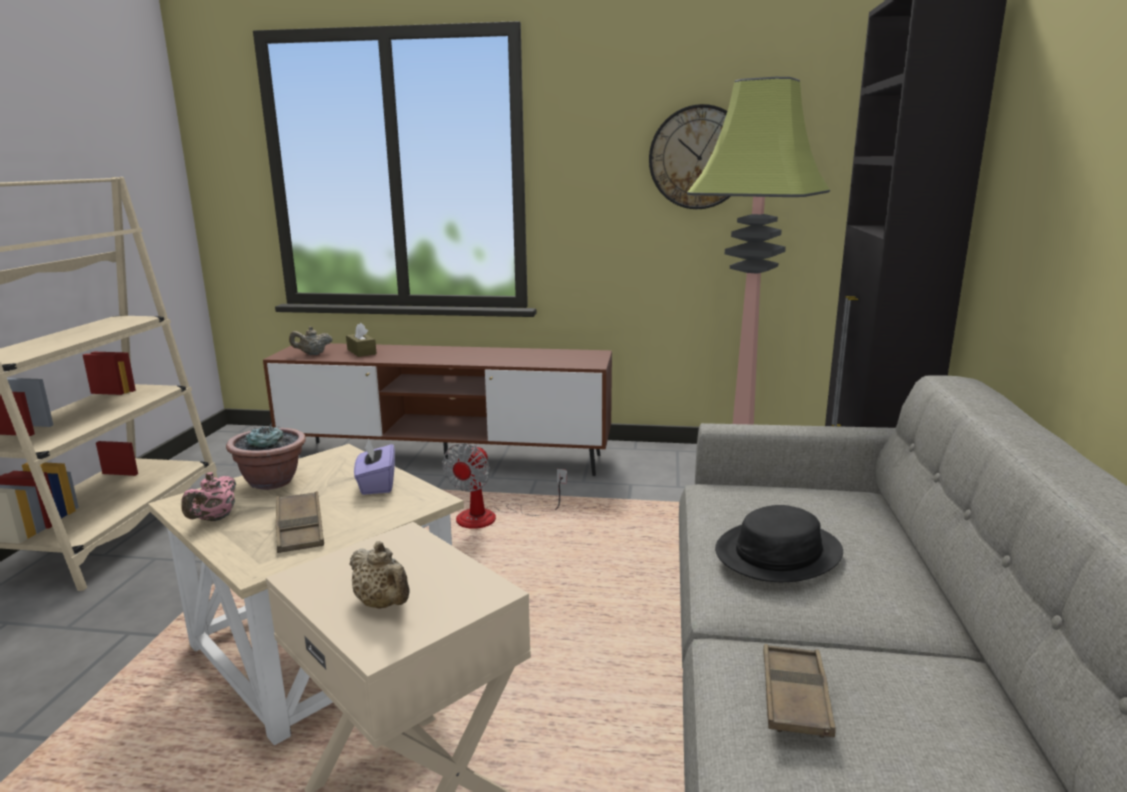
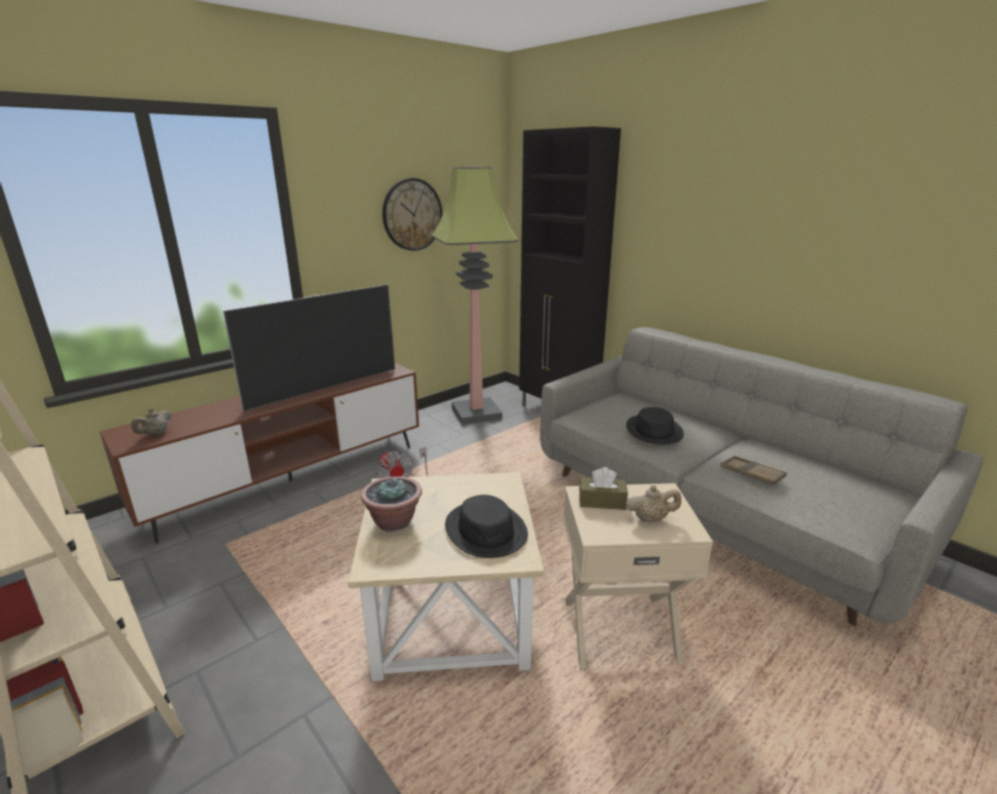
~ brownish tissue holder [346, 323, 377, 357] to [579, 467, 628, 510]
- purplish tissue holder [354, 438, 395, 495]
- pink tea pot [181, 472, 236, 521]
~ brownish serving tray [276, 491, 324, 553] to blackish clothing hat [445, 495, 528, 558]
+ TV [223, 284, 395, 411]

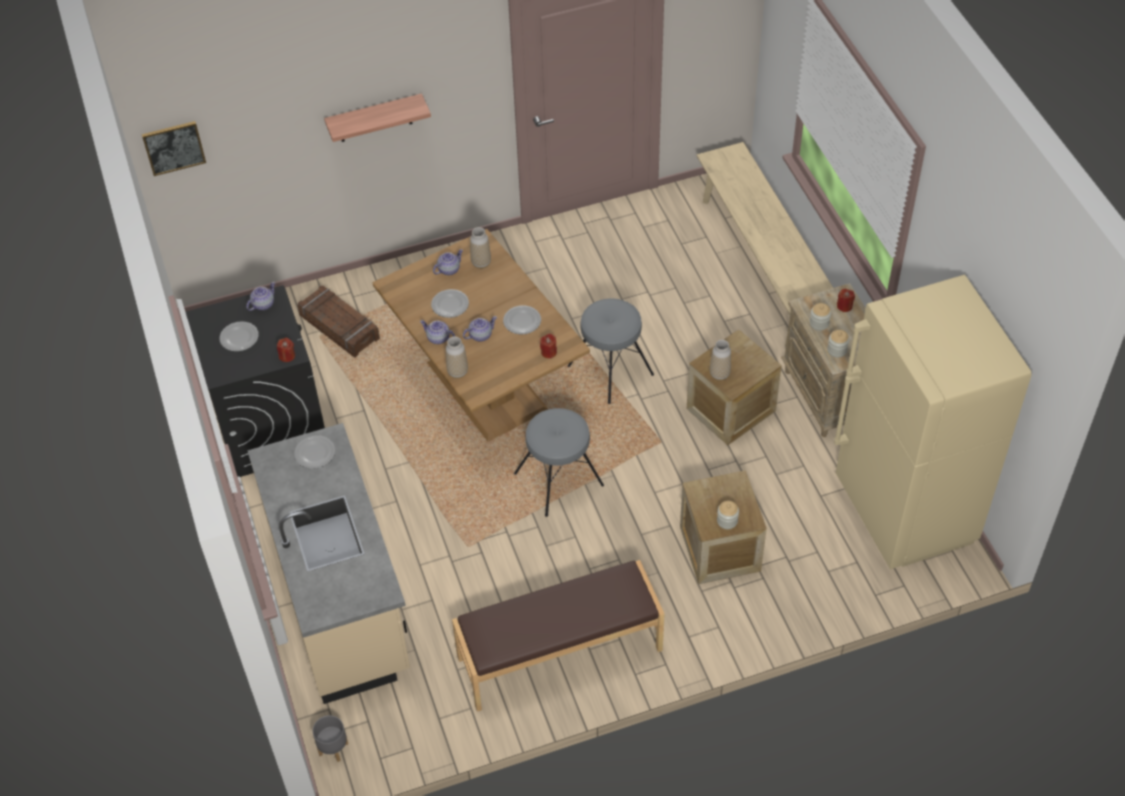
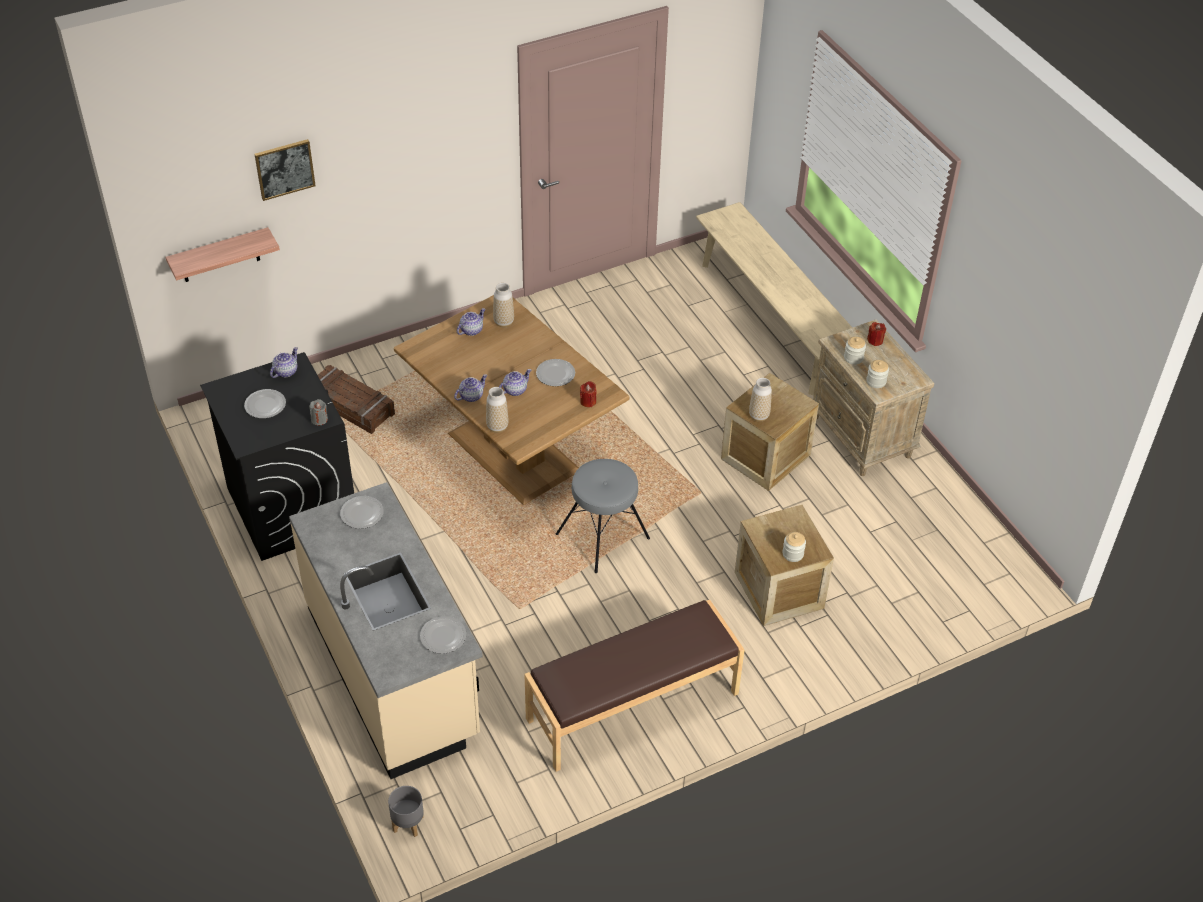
~ shelf [324, 94, 431, 142] to [165, 227, 280, 282]
~ picture [142, 121, 206, 176] to [254, 139, 316, 201]
- beige-coloured kitchen fridge [834, 275, 1032, 569]
~ plate [431, 289, 469, 318] to [420, 616, 466, 654]
- grey stool seat [568, 298, 654, 404]
~ tea pot [420, 320, 455, 344] = [454, 374, 487, 402] 120 degrees clockwise
~ red-coloured wax candle [277, 338, 295, 362] to grey wax candle [309, 399, 328, 425]

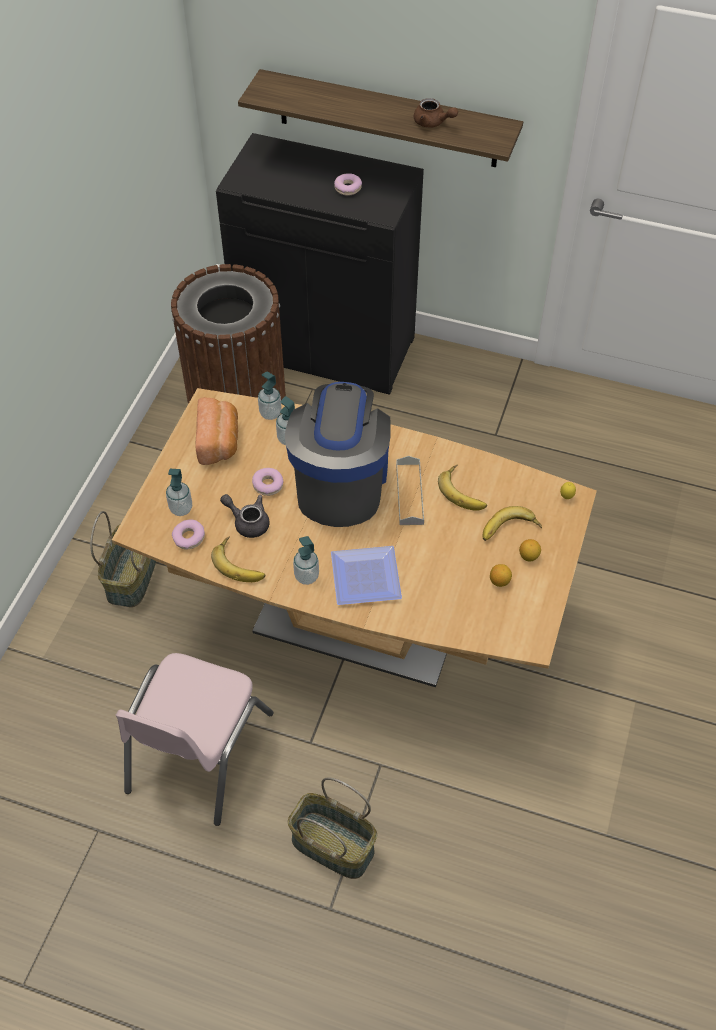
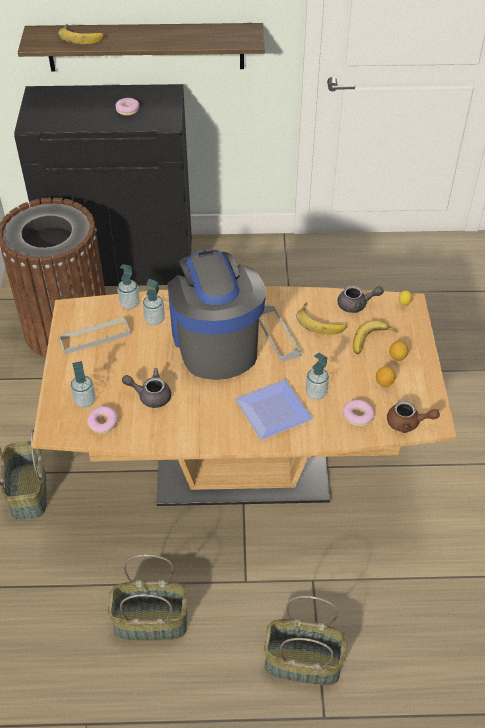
~ brownish tea pot [414, 98, 458, 128] to [387, 401, 440, 433]
~ bread [195, 397, 238, 465] to grey serving tray [58, 316, 130, 354]
~ donut [252, 468, 283, 496] to [343, 400, 374, 426]
~ whole banana [211, 536, 266, 582] to [58, 24, 104, 44]
~ soap bottle [293, 536, 319, 585] to [306, 353, 329, 400]
~ pink chair [116, 653, 274, 826] to storage basket [108, 554, 187, 640]
+ grey tea pot [337, 285, 384, 313]

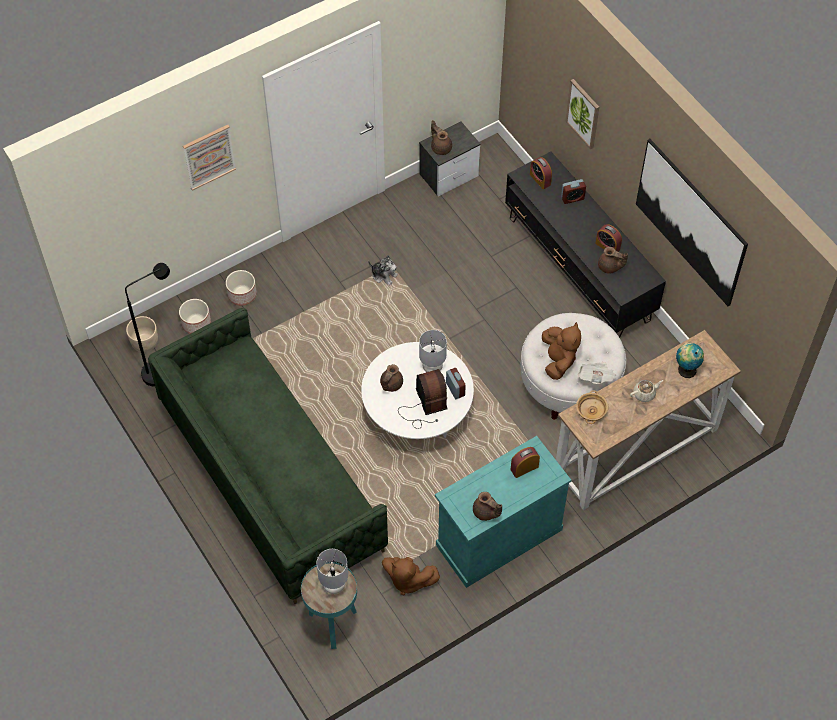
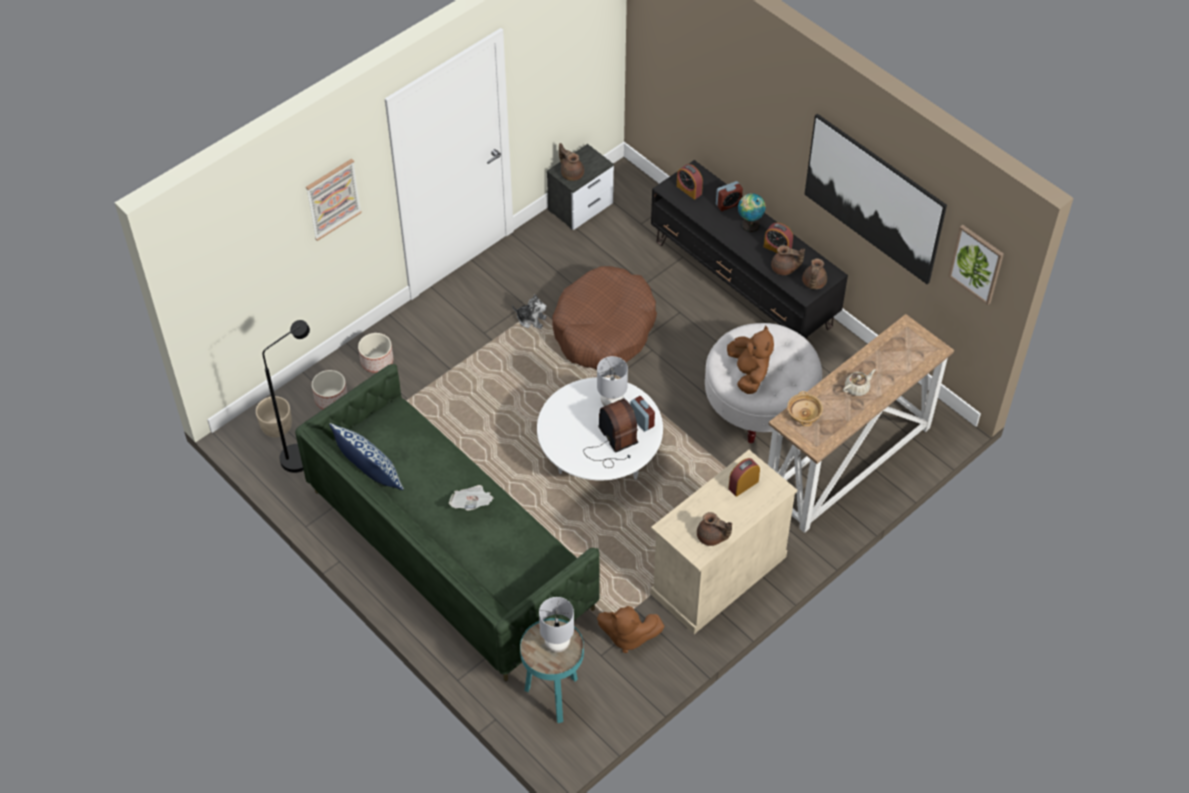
~ picture [565, 79, 599, 149] to [948, 225, 1004, 305]
~ globe [676, 343, 704, 378] to [738, 193, 765, 232]
~ printed paper [578, 362, 616, 384] to [449, 485, 494, 511]
~ brownish tea pot [380, 364, 403, 392] to [802, 258, 827, 289]
~ turquoise storage cabinet [435, 436, 571, 588] to beige-coloured storage cabinet [651, 450, 797, 634]
+ brownish dog cushion [552, 266, 657, 370]
+ throw pillow [329, 423, 404, 490]

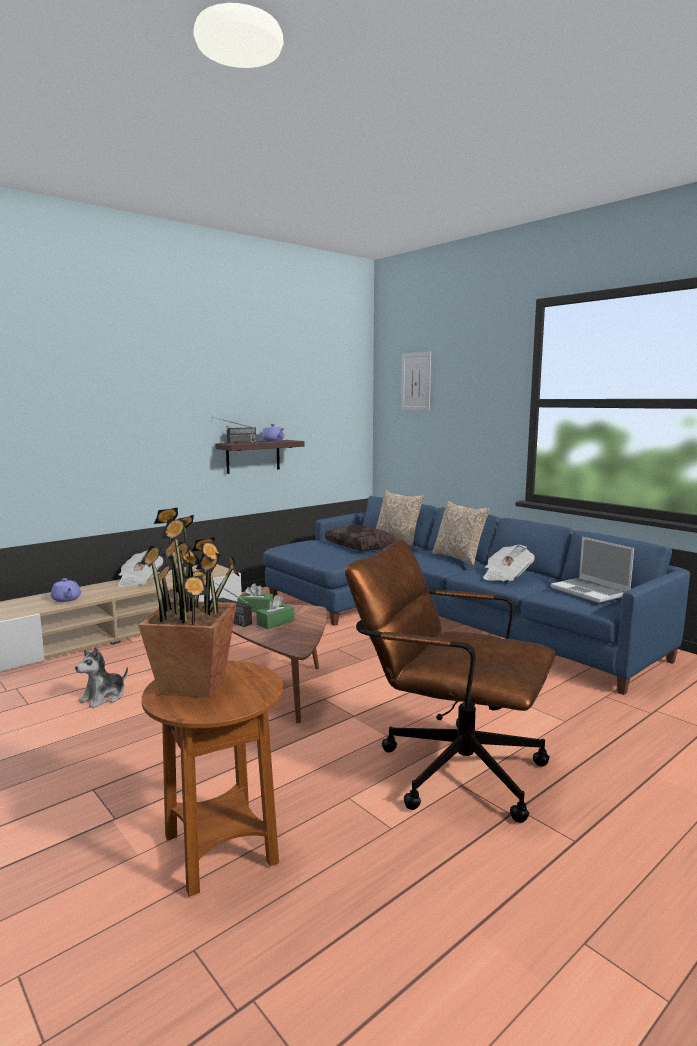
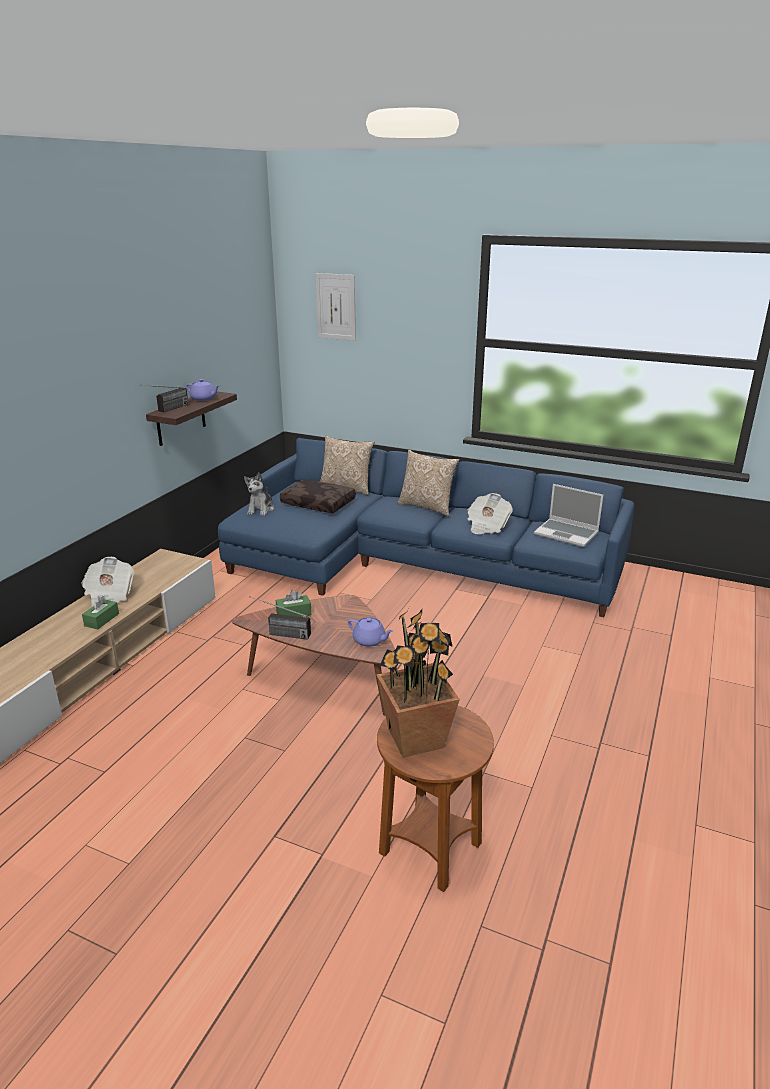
- brownish computer chair [345, 539, 556, 823]
~ purplish tea pot [51, 578, 81, 602] to [348, 617, 393, 647]
~ greenish tissue holder [256, 595, 294, 629] to [82, 596, 119, 629]
~ plush toy [75, 647, 128, 708] to [244, 472, 274, 516]

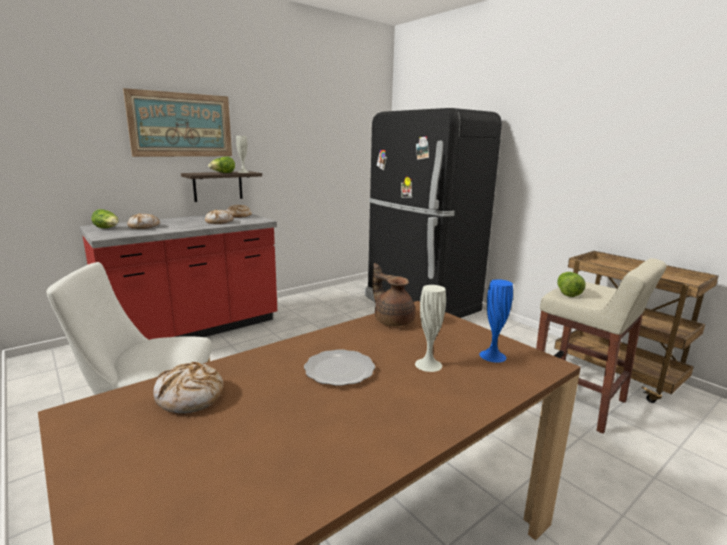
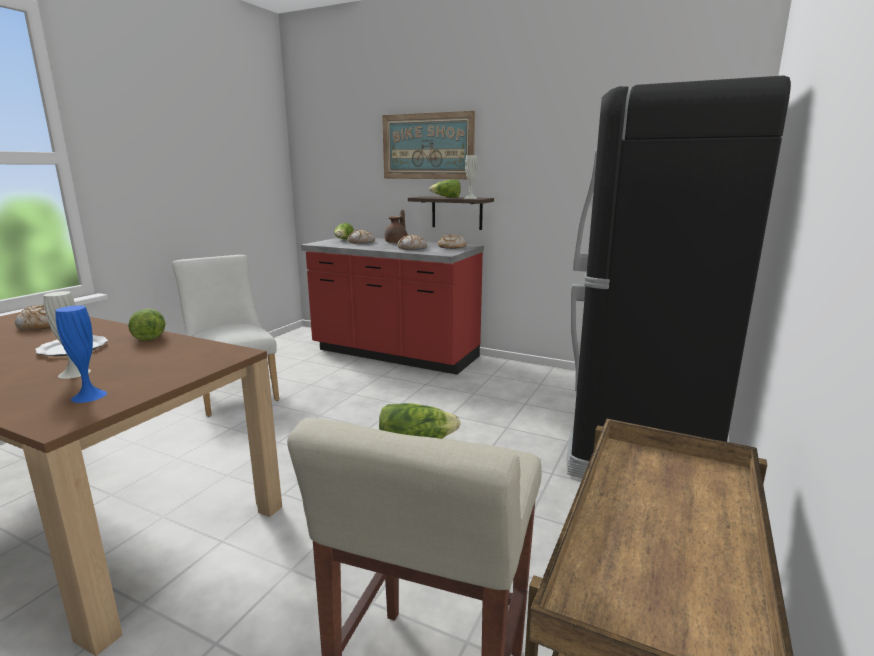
~ brownish tea pot [372, 263, 415, 326] to [385, 209, 408, 243]
+ lettuce head [128, 309, 165, 341]

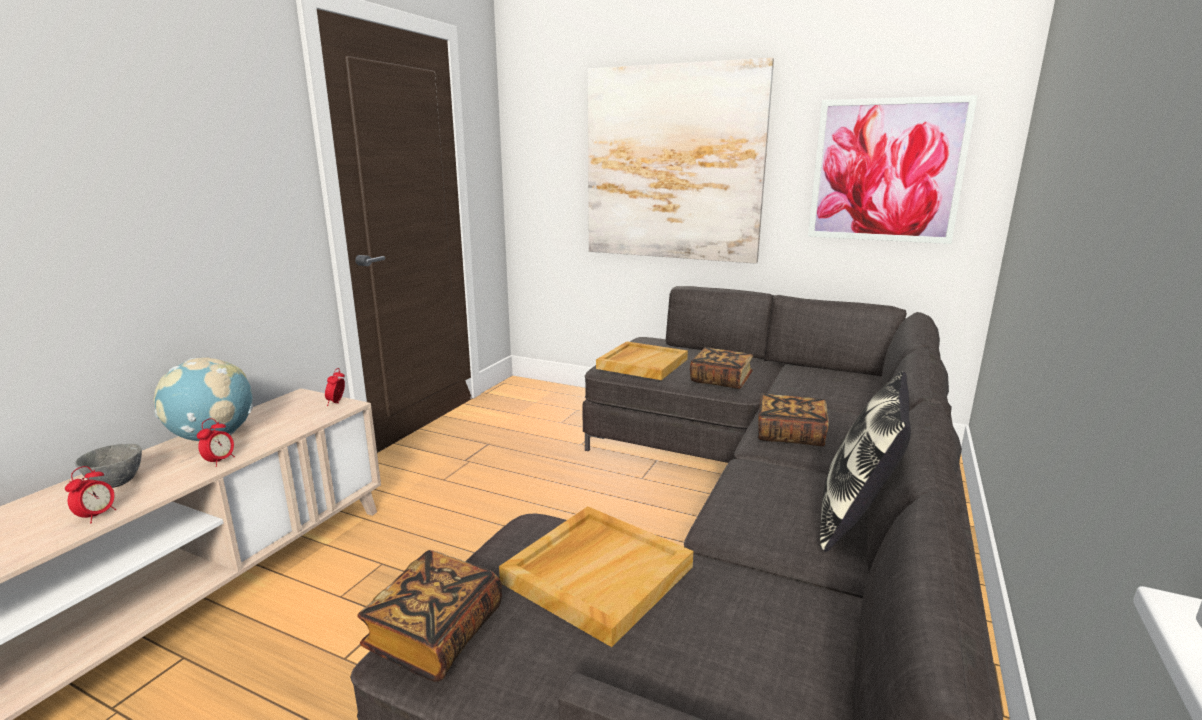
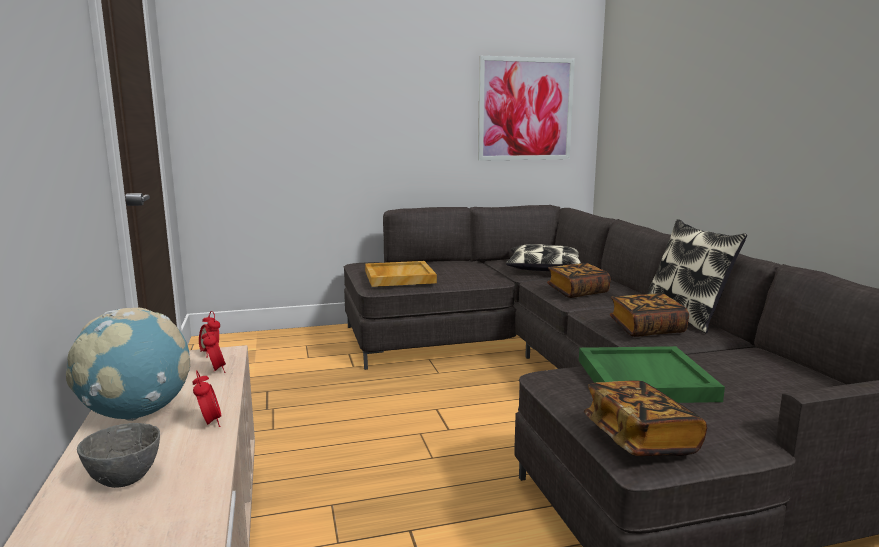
- picture [588, 58, 774, 264]
~ bound book [690, 347, 753, 389] to [610, 293, 689, 337]
~ bedside clock [65, 466, 116, 523] to [201, 327, 226, 373]
~ beige-coloured serving tray [499, 506, 693, 647] to greenish serving tray [579, 346, 725, 403]
+ throw pillow [506, 244, 581, 271]

